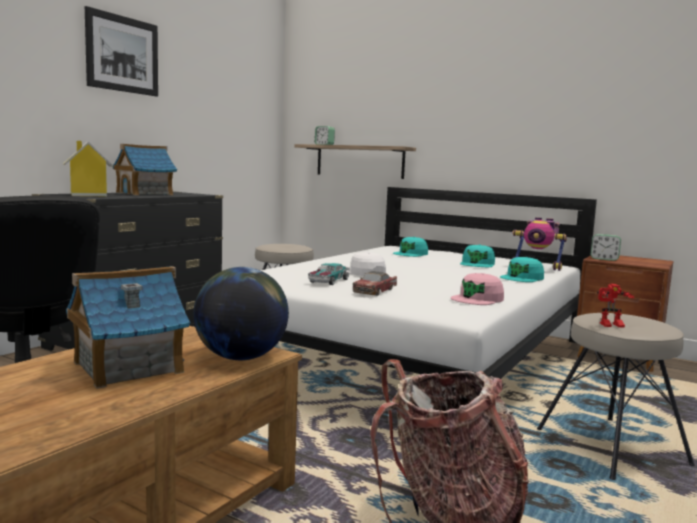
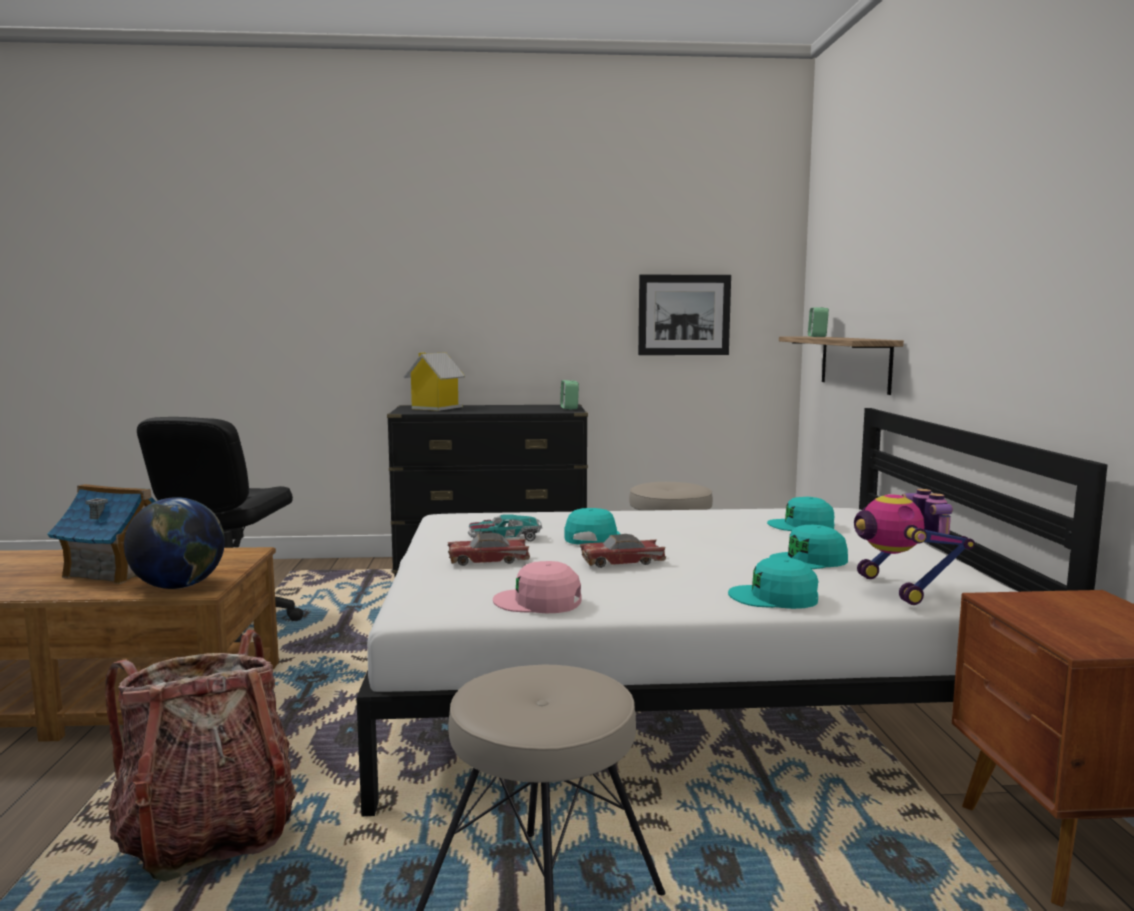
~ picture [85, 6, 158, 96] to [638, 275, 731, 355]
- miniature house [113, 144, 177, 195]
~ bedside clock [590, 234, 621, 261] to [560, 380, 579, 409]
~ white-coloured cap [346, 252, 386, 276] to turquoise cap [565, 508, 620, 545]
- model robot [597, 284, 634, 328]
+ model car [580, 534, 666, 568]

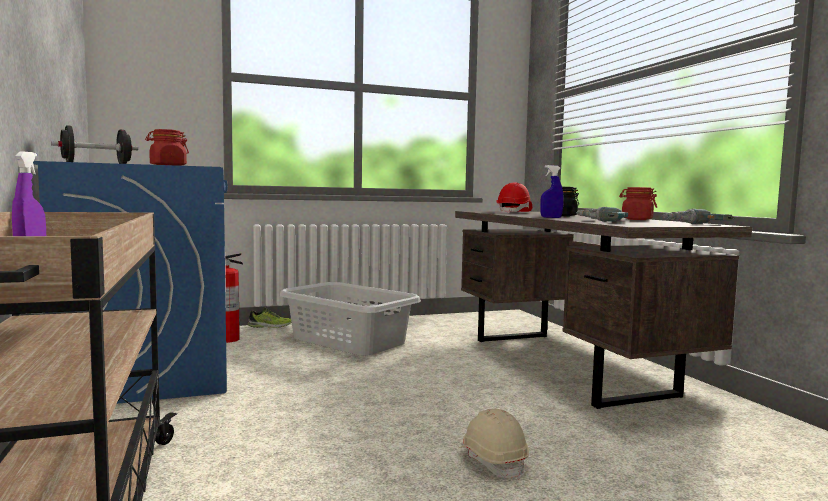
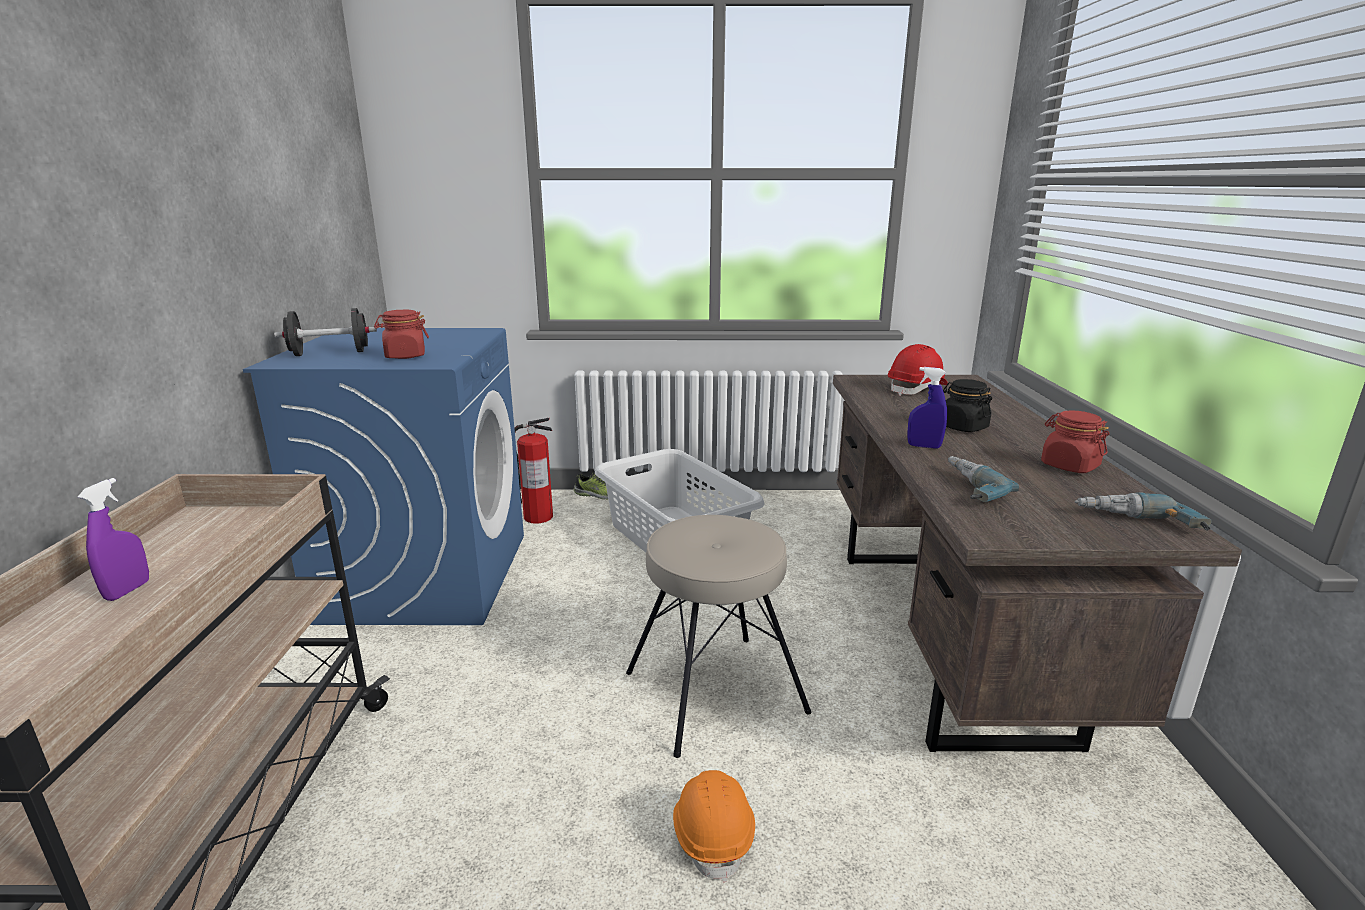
~ beige-coloured work helmet [459, 409, 529, 480] to orange-coloured work helmet [673, 770, 755, 882]
+ beige-coloured stool seat [626, 515, 811, 758]

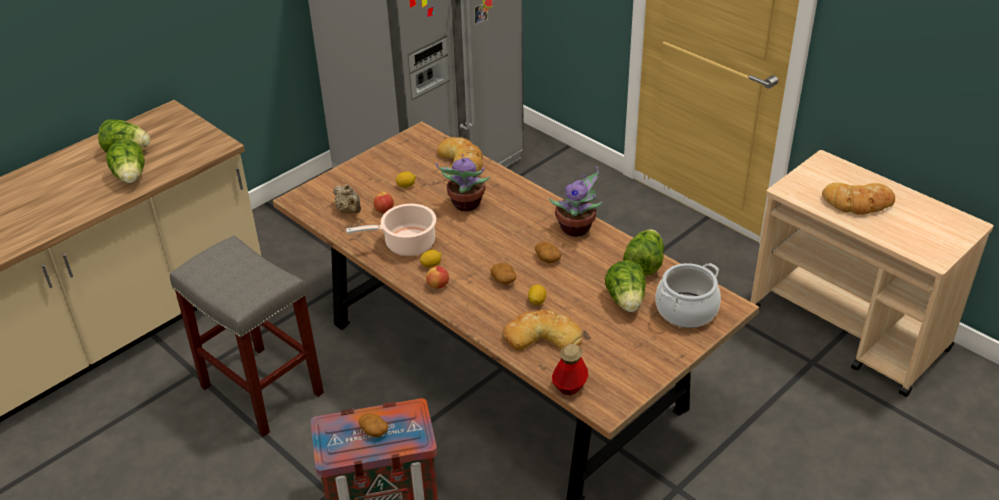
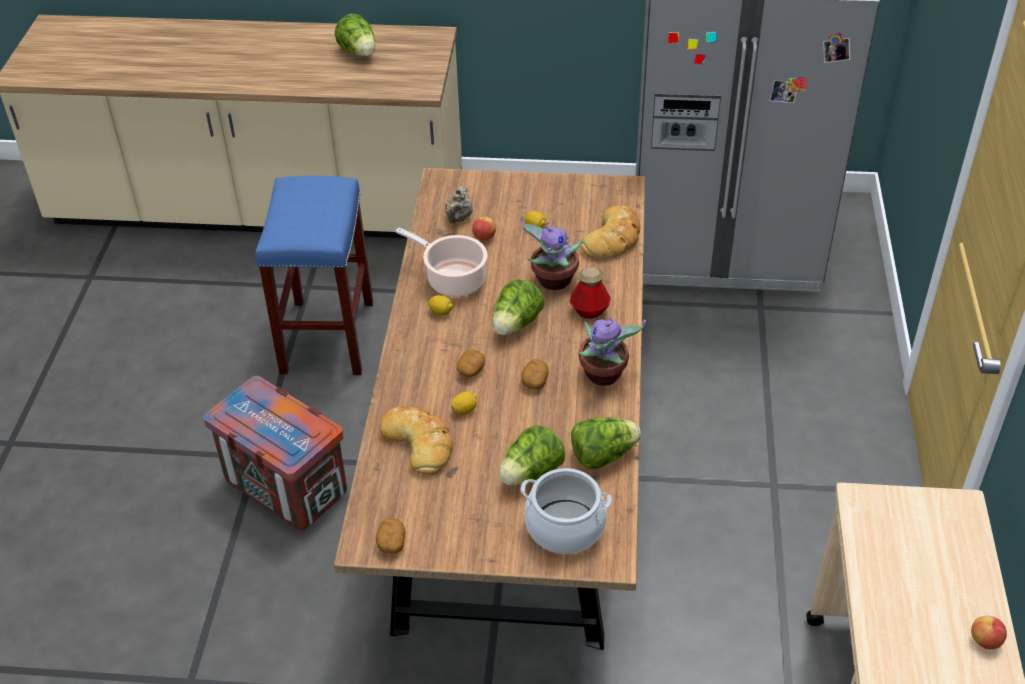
~ lettuce head [106, 140, 145, 183] to [492, 279, 544, 335]
- bread [822, 183, 895, 215]
~ grey stool seat [170, 236, 324, 437] to bluish stool seat [255, 176, 373, 375]
~ apple [426, 266, 449, 289] to [971, 616, 1007, 650]
~ bottle [552, 344, 588, 395] to [570, 267, 611, 319]
~ potato [359, 413, 388, 437] to [376, 518, 405, 554]

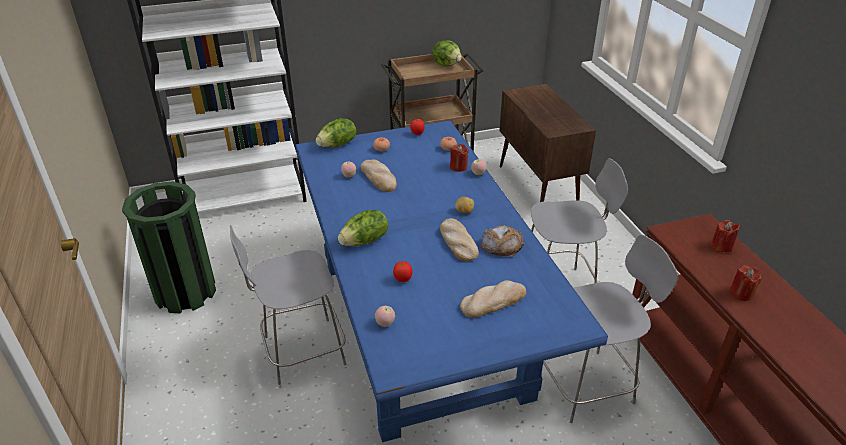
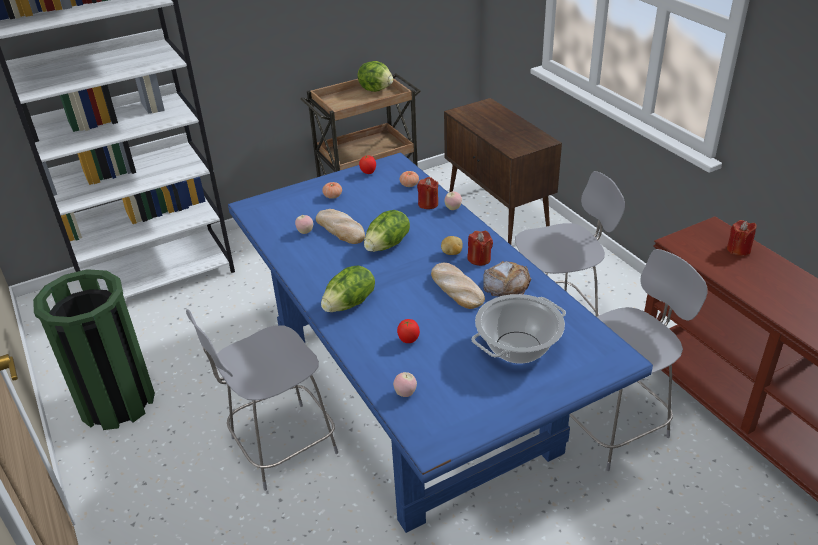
~ lettuce head [316, 118, 356, 147] to [364, 210, 410, 252]
~ red-coloured wax candle [729, 265, 762, 301] to [467, 231, 493, 266]
~ bread [460, 280, 526, 318] to saucepot [471, 294, 566, 364]

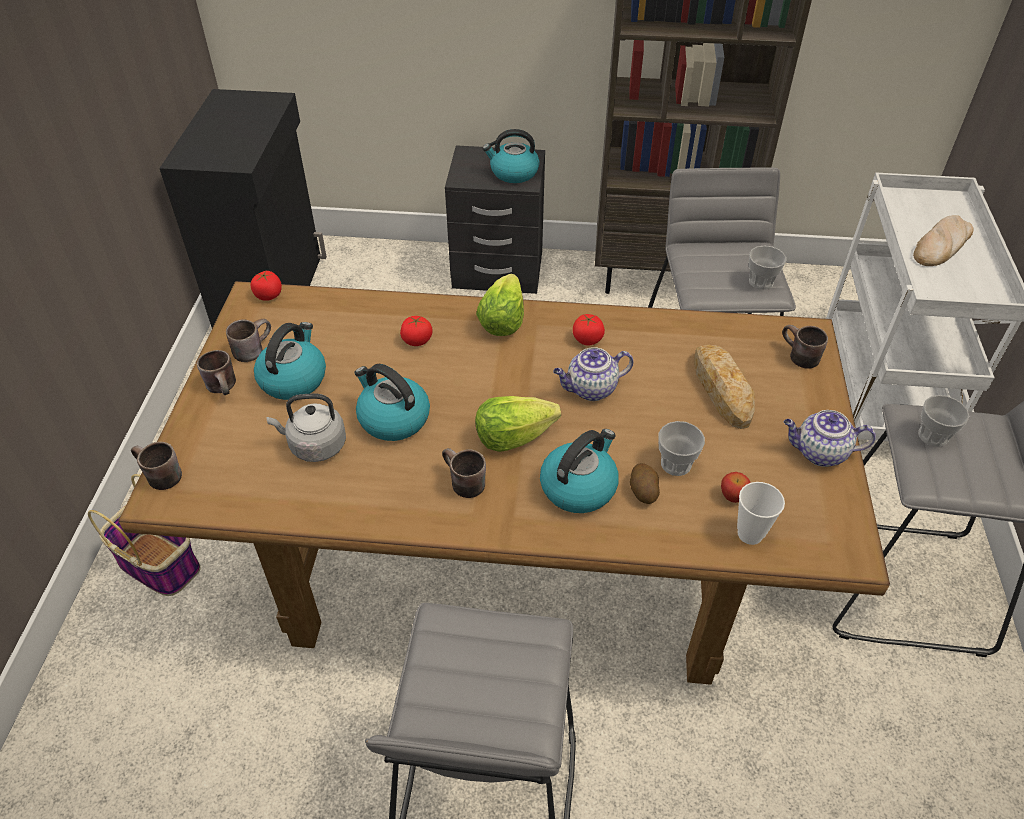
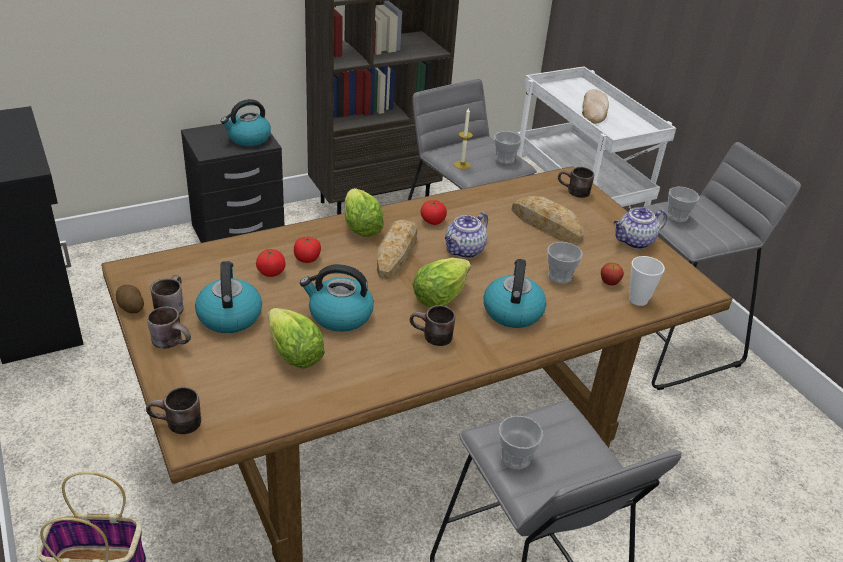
~ tomato [251, 271, 282, 301] to [256, 249, 286, 277]
~ grey tea kettle [267, 394, 346, 462] to lettuce head [268, 308, 325, 369]
~ potato [630, 463, 660, 504] to [116, 285, 144, 313]
+ wax candle [454, 107, 473, 169]
+ bread [377, 219, 418, 279]
+ cup [499, 416, 543, 469]

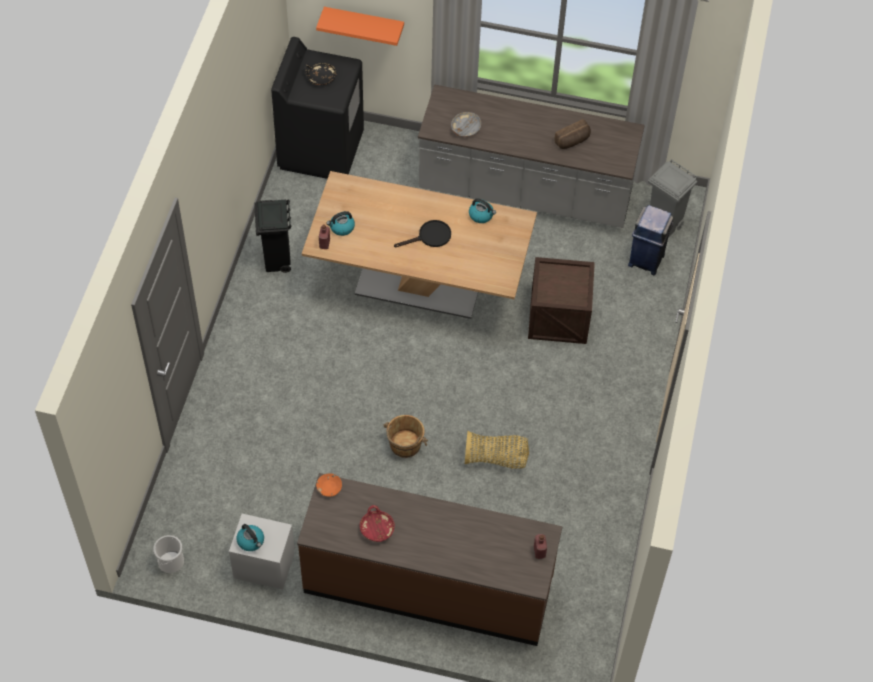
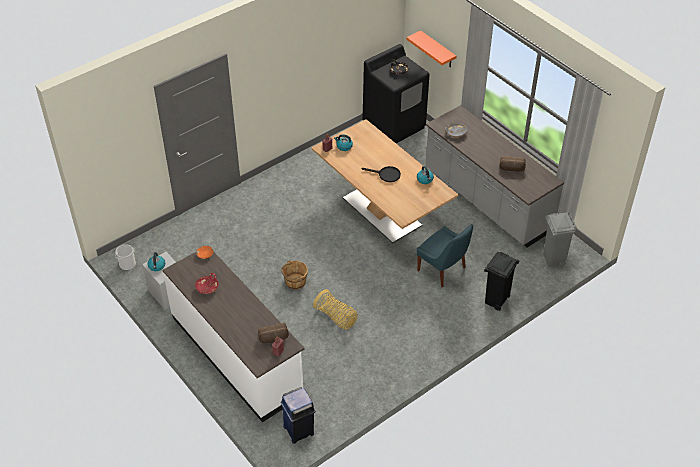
~ blackish rubbish bin [254, 199, 291, 273] to [484, 252, 520, 311]
~ bluish rubbish bin [628, 205, 674, 275] to [280, 387, 316, 444]
~ shipping crate [528, 257, 595, 344] to bluish chair [416, 224, 473, 287]
~ brownish kitchen base unit [297, 473, 562, 646] to white-coloured kitchen base unit [163, 251, 305, 422]
+ bread [258, 323, 289, 343]

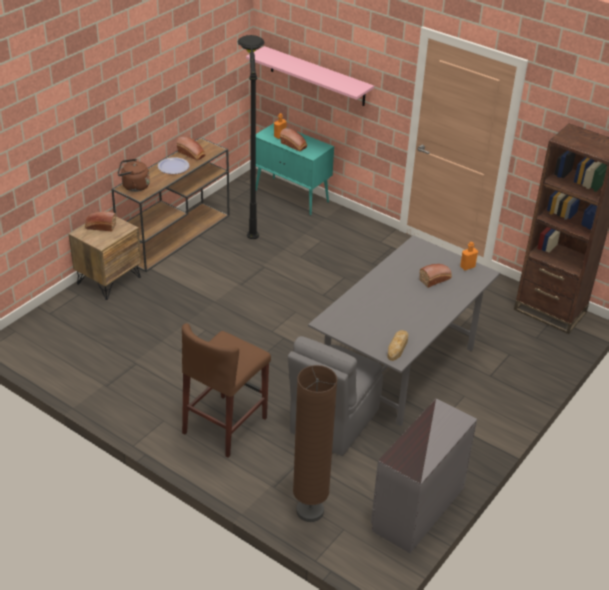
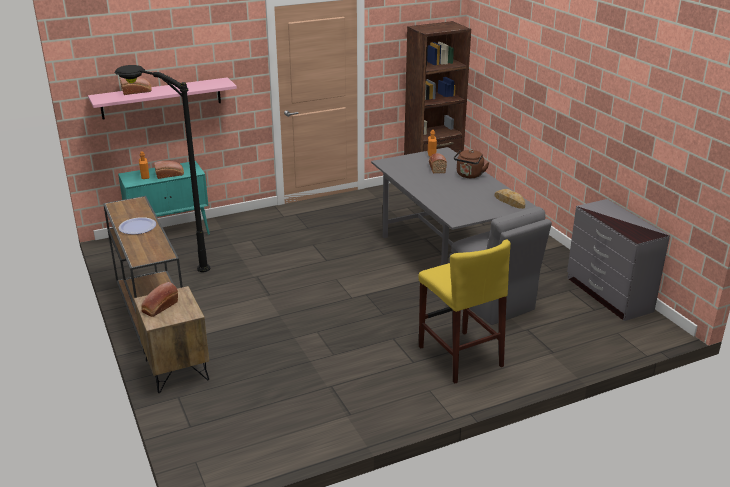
~ bread [177, 136, 205, 161] to [120, 77, 152, 95]
~ brownish tea kettle [118, 159, 150, 192] to [454, 150, 489, 178]
~ brownish stool seat [182, 323, 271, 458] to yellow stool seat [418, 239, 511, 383]
- brownish standard lamp [293, 365, 338, 522]

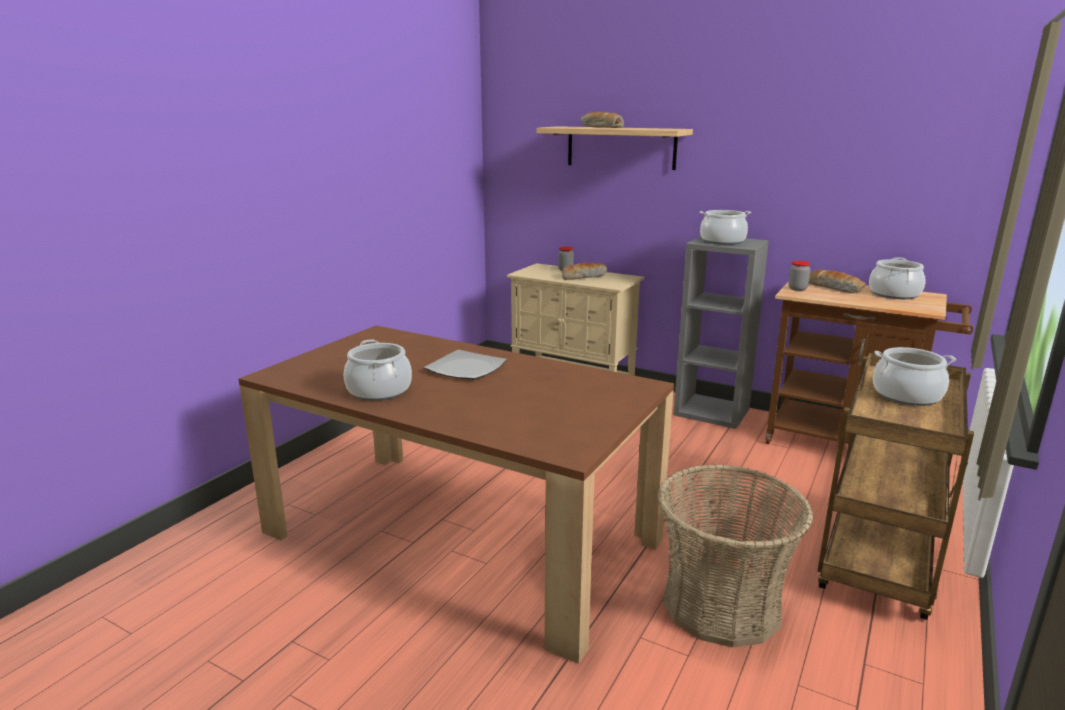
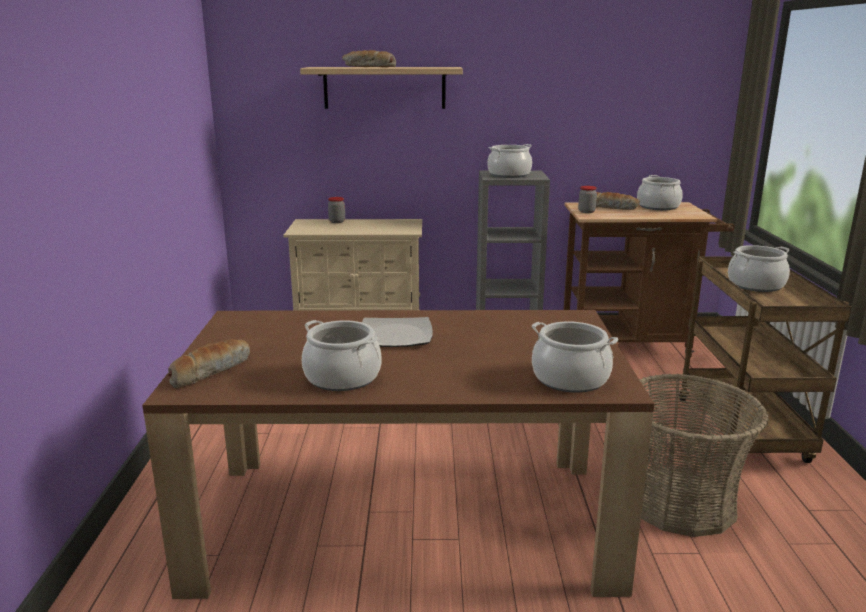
~ bread [562, 263, 607, 280] to [168, 339, 250, 389]
+ saucepot [532, 321, 618, 393]

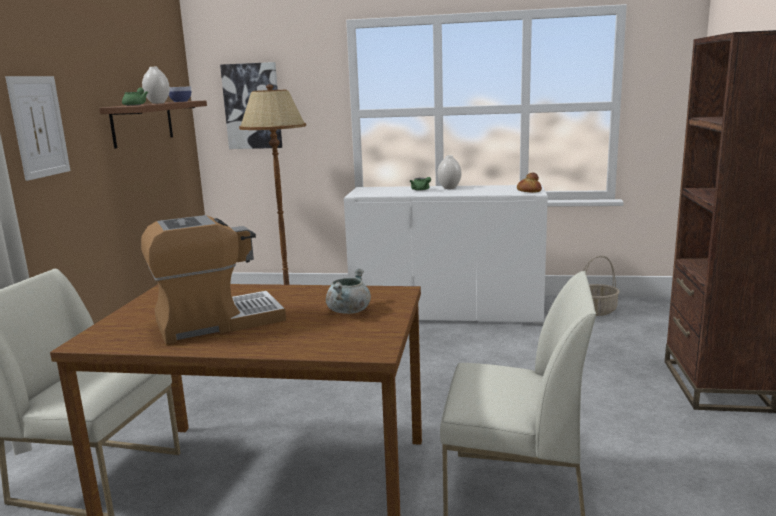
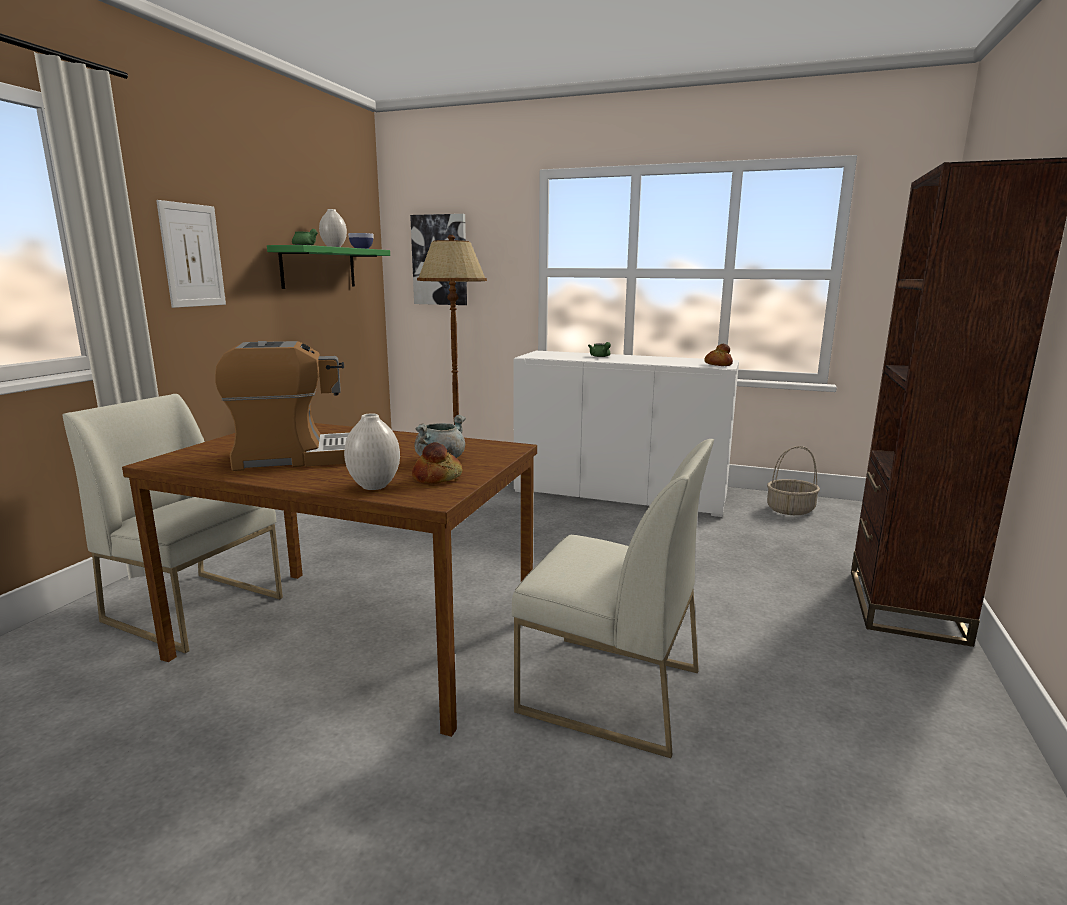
~ brownish shelf [99, 101, 207, 148] to greenish shelf [267, 245, 390, 289]
~ white-coloured vase [437, 155, 461, 189] to [344, 413, 400, 490]
+ bread [412, 442, 463, 484]

